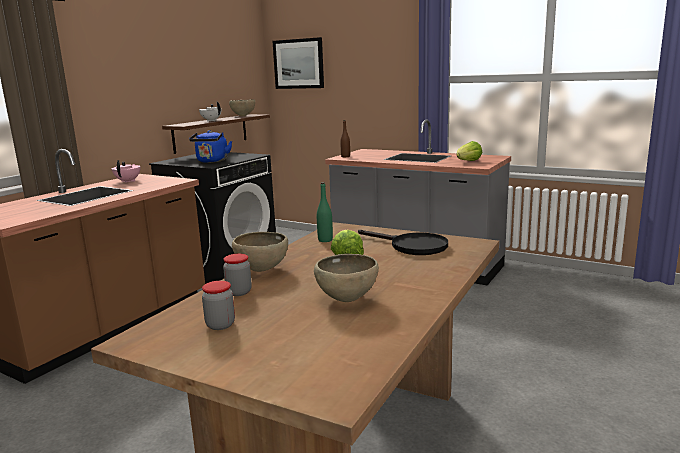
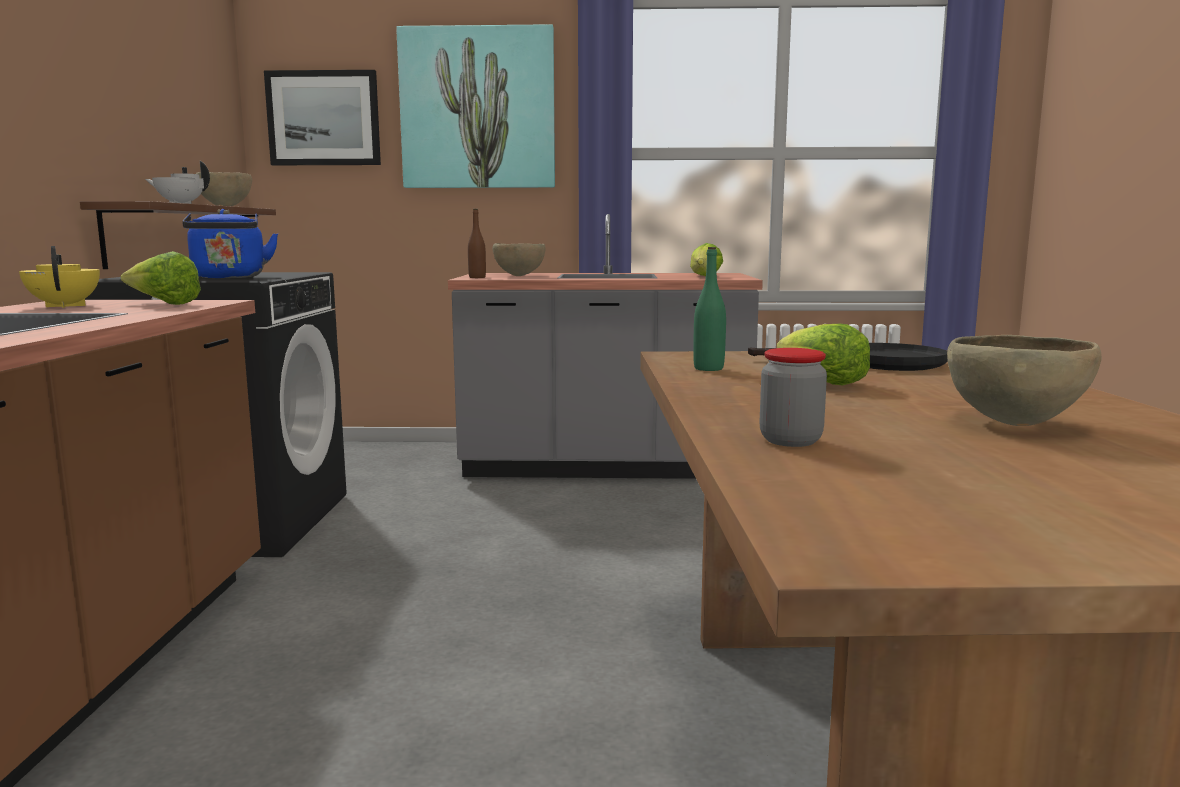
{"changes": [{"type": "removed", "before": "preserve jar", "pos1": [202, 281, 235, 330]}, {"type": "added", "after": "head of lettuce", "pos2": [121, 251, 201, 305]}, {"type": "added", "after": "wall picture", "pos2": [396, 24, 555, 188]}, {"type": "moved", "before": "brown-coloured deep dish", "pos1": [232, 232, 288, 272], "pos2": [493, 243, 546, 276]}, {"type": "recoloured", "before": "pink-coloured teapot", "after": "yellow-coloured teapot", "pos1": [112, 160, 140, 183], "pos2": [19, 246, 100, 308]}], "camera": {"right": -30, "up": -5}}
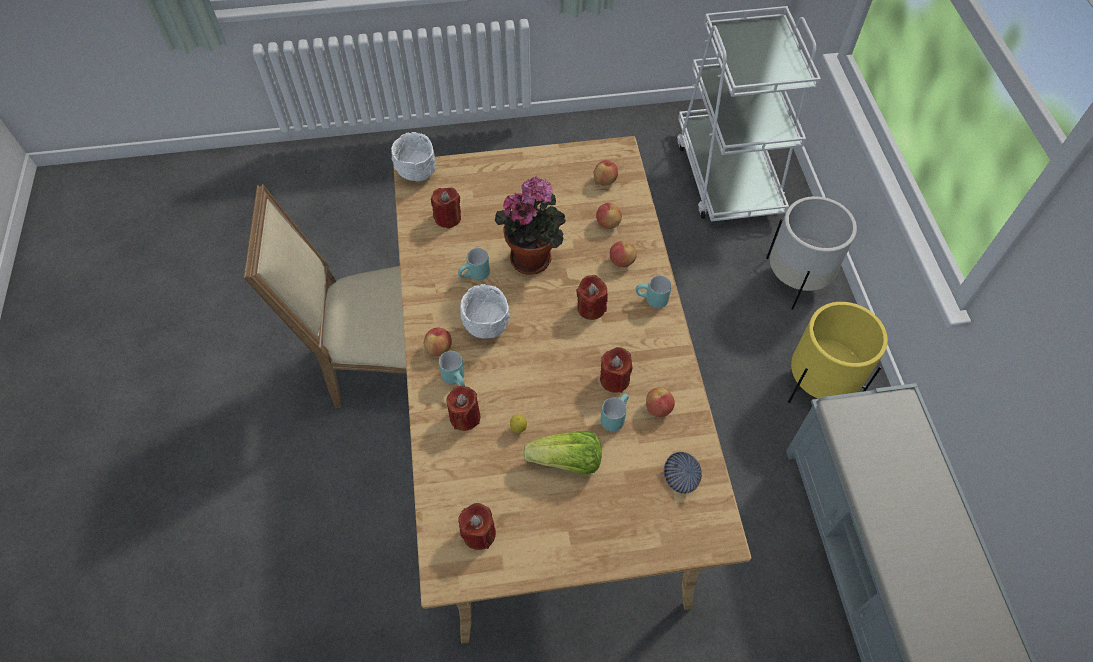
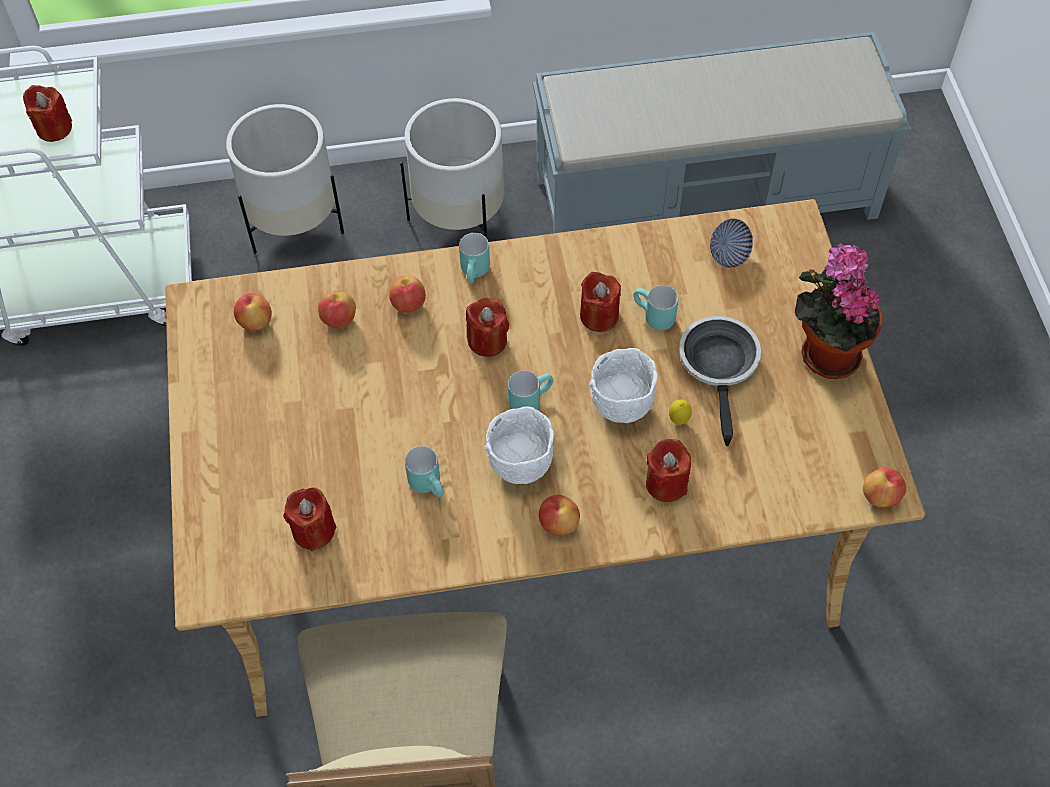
{"changes": [{"type": "moved", "before": "white deep dish", "pos1": [391, 132, 436, 182], "pos2": [588, 348, 657, 423]}, {"type": "moved", "before": "turquoise-coloured coffee mug", "pos1": [439, 351, 465, 386], "pos2": [508, 371, 553, 410]}, {"type": "moved", "before": "reddish candle", "pos1": [458, 503, 496, 550], "pos2": [23, 85, 72, 142]}, {"type": "moved", "before": "plant in a pot", "pos1": [495, 176, 566, 275], "pos2": [795, 243, 883, 379]}, {"type": "moved", "before": "whole apple", "pos1": [646, 387, 675, 417], "pos2": [863, 468, 906, 507]}, {"type": "replaced", "before": "head of lettuce", "after": "frying pan", "pos1": [523, 431, 602, 475], "pos2": [679, 316, 761, 446]}, {"type": "recoloured", "before": "yellow-coloured flower pot", "after": "white flower pot", "pos1": [788, 302, 888, 403], "pos2": [400, 98, 504, 238]}], "camera": {"right": -90, "up": 0}}
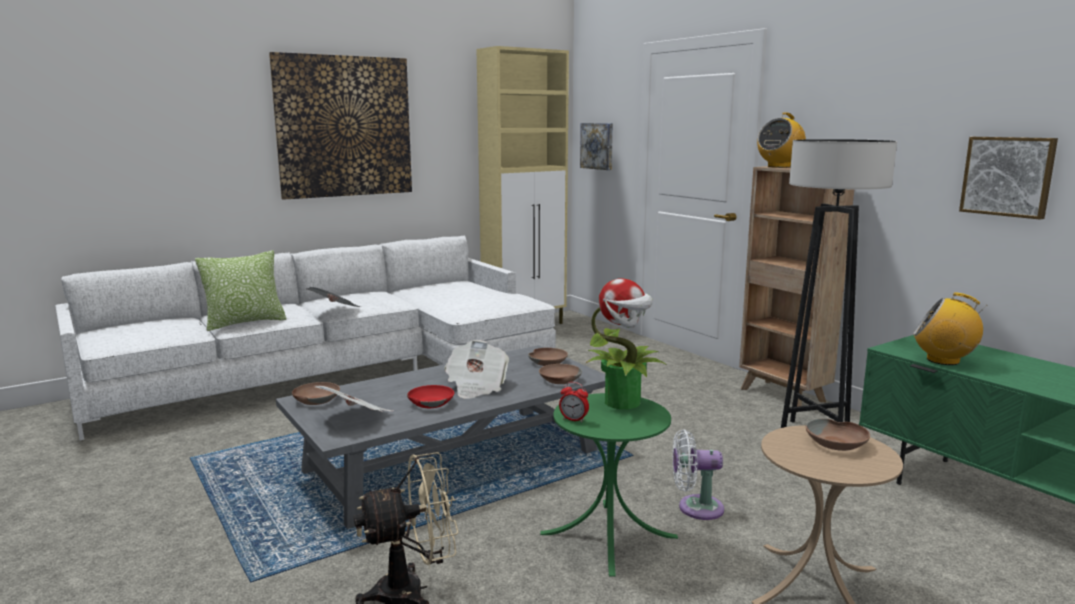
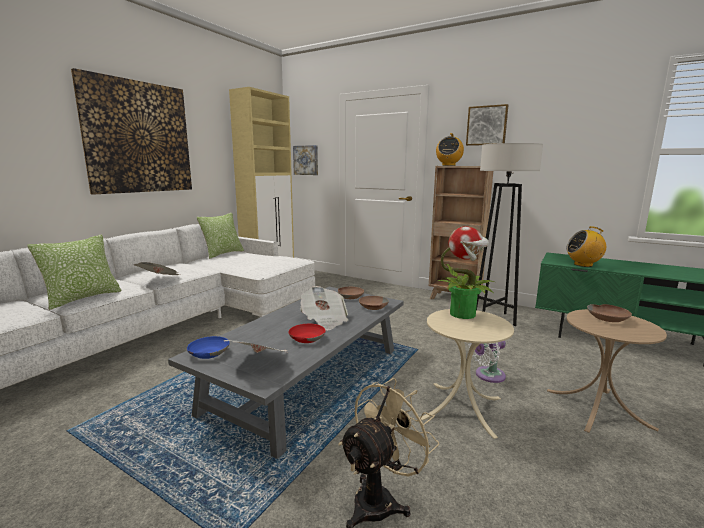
{"changes": [{"type": "removed", "before": "table clock", "pos1": [559, 382, 589, 423]}, {"type": "added", "after": "throw pillow", "pos2": [197, 213, 244, 259]}, {"type": "moved", "before": "wall picture", "pos1": [959, 137, 1058, 219], "pos2": [466, 104, 509, 146]}, {"type": "recoloured", "before": "brown-coloured deep dish", "after": "blue-coloured deep dish", "pos1": [292, 382, 340, 405], "pos2": [187, 336, 230, 359]}, {"type": "recoloured", "before": "green-coloured end table", "after": "sand-coloured end table", "pos1": [540, 393, 678, 577], "pos2": [421, 309, 514, 439]}], "camera": {"right": -25, "up": 0}}
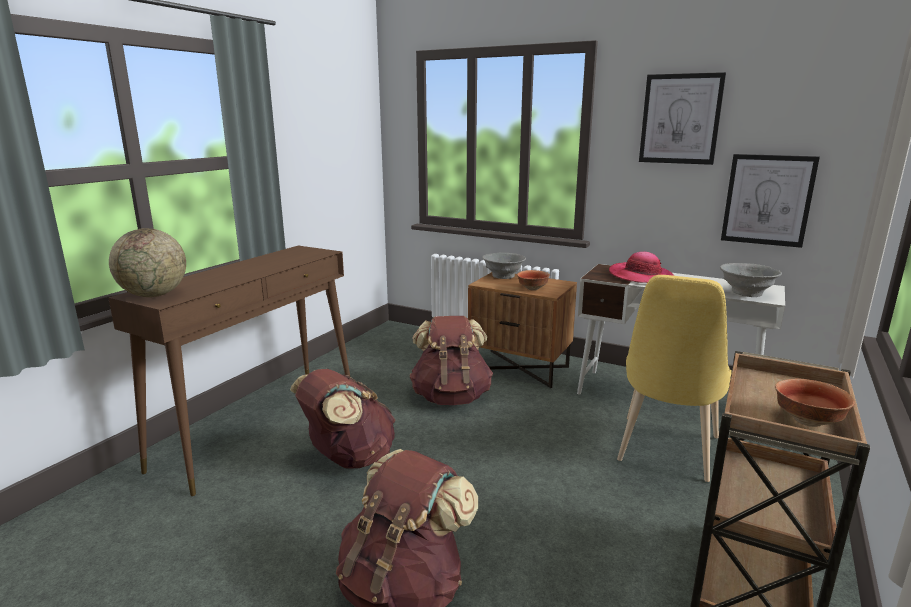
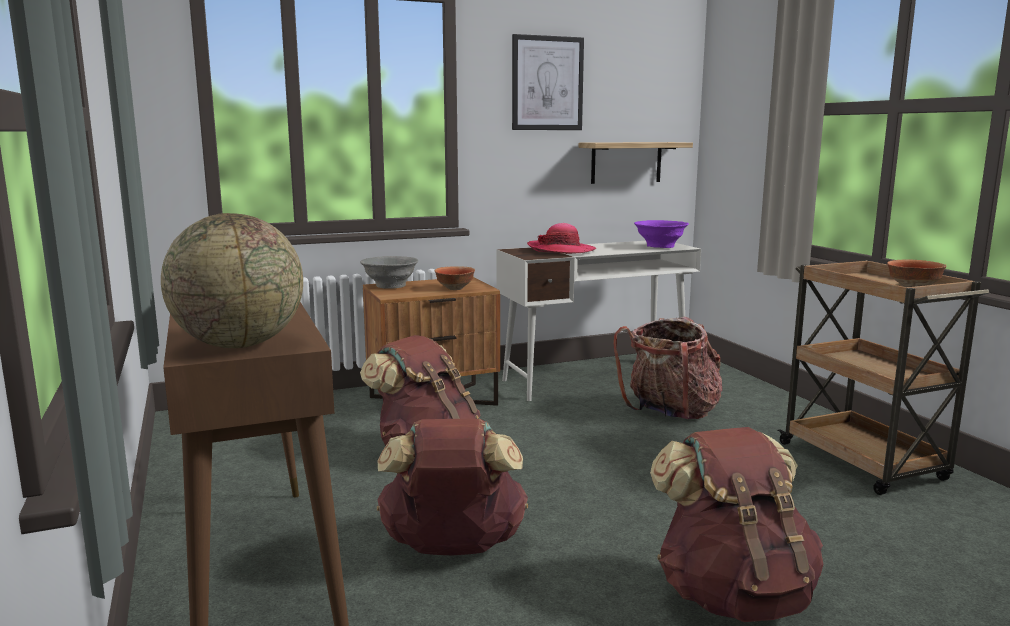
{"changes": [{"type": "replaced", "before": "yellow-coloured plain chair", "after": "knapsack", "pos1": [617, 275, 732, 482], "pos2": [613, 317, 722, 419]}, {"type": "replaced", "before": "wall picture", "after": "bracket shelf", "pos1": [721, 154, 820, 248], "pos2": [579, 142, 693, 184]}, {"type": "recoloured", "before": "gray deep dish", "after": "purple-coloured deep dish", "pos1": [720, 263, 782, 297], "pos2": [634, 220, 689, 248]}], "camera": {"right": -50, "up": -5}}
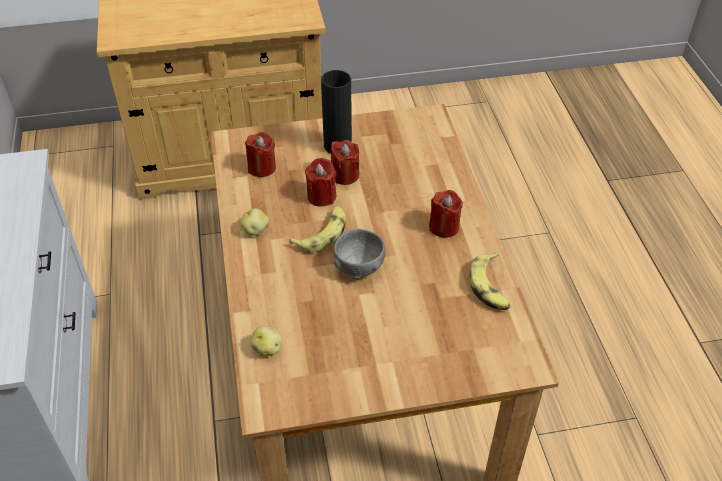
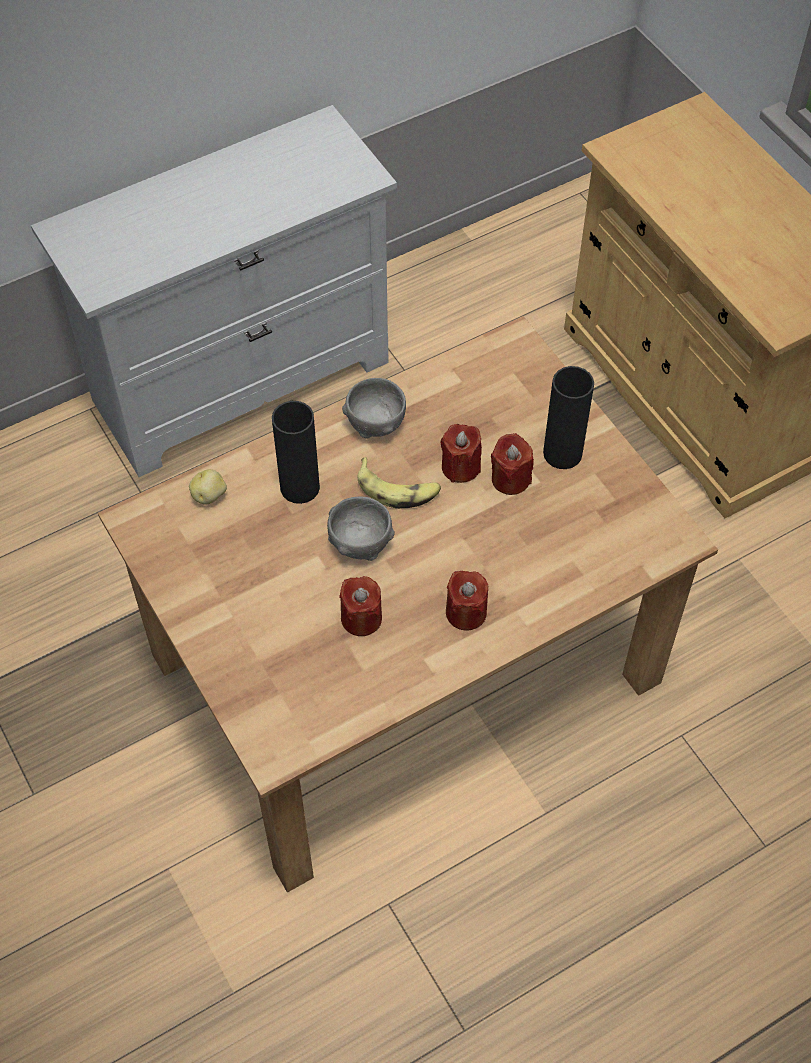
{"changes": [{"type": "removed", "before": "banana fruit", "pos1": [469, 252, 511, 310]}, {"type": "added", "after": "black vase", "pos2": [272, 401, 320, 504]}, {"type": "moved", "before": "reddish candle", "pos1": [245, 132, 276, 177], "pos2": [339, 576, 382, 636]}, {"type": "replaced", "before": "spud", "after": "gray deep dish", "pos1": [240, 208, 269, 236], "pos2": [342, 378, 406, 439]}], "camera": {"right": 70, "up": 10}}
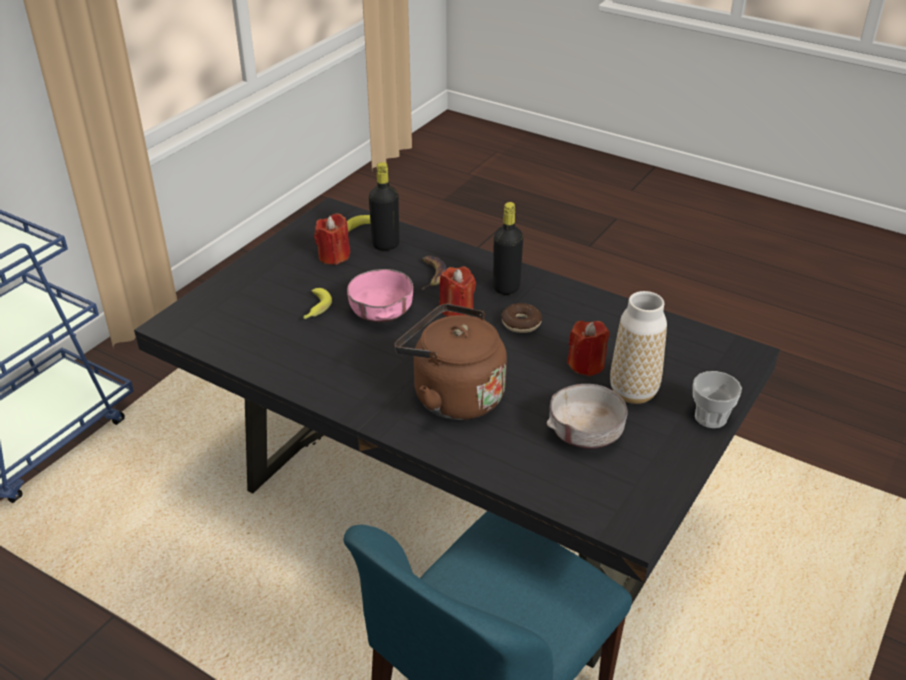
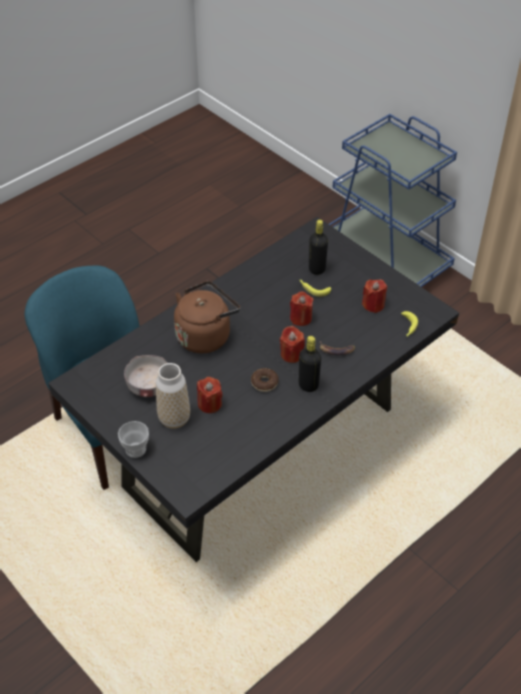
{"changes": [{"type": "moved", "before": "black drink bottle", "pos1": [369, 162, 399, 251], "pos2": [309, 219, 328, 275]}, {"type": "replaced", "before": "pink-coloured deep dish", "after": "reddish candle", "pos1": [347, 269, 413, 322], "pos2": [290, 291, 313, 326]}], "camera": {"right": 105, "up": 10}}
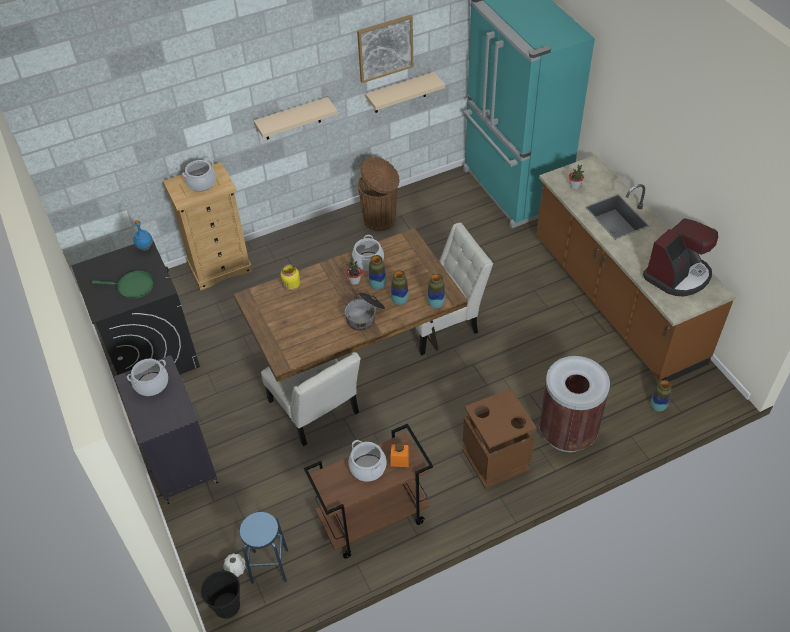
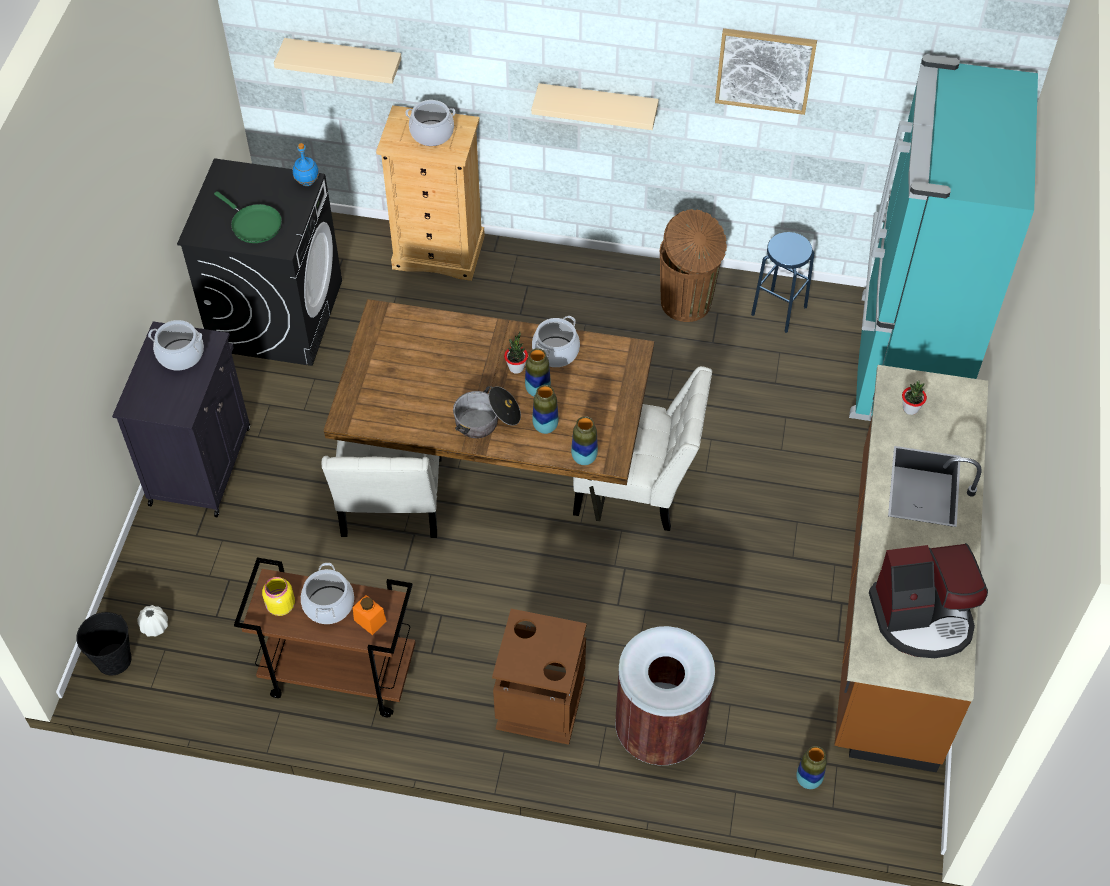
{"changes": [{"type": "moved", "before": "blue-coloured stool", "pos1": [239, 512, 288, 584], "pos2": [751, 232, 814, 333]}, {"type": "moved", "before": "yellow-coloured preserve jar", "pos1": [280, 265, 300, 291], "pos2": [262, 577, 295, 616]}, {"type": "moved", "before": "sand-coloured bracket shelf", "pos1": [365, 72, 445, 113], "pos2": [274, 38, 402, 84]}], "camera": {"right": 35, "up": 5}}
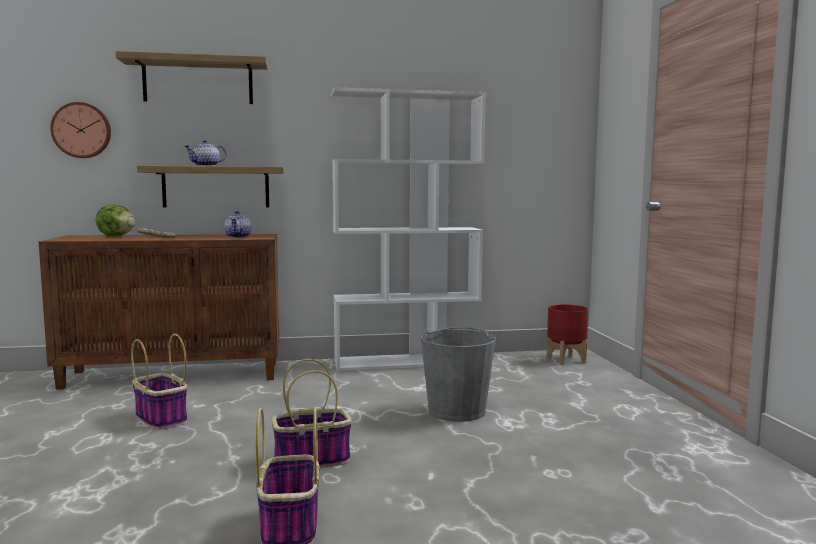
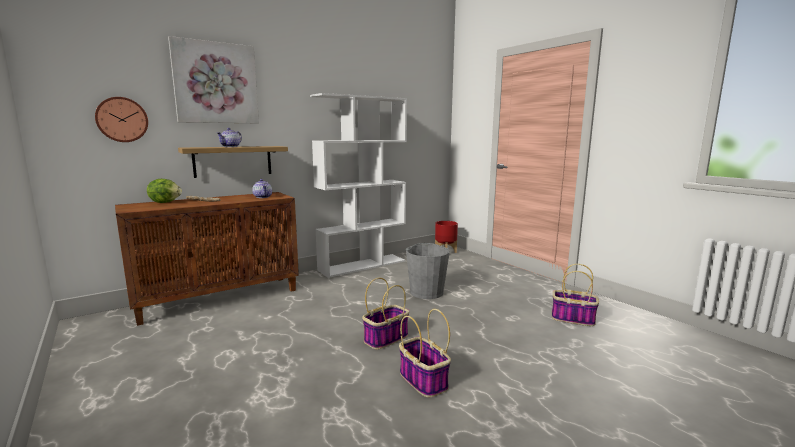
{"changes": [{"type": "moved", "before": "basket", "pos1": [131, 334, 187, 430], "pos2": [552, 264, 599, 326]}, {"type": "replaced", "before": "bracket shelf", "after": "wall picture", "pos1": [115, 51, 268, 104], "pos2": [168, 36, 259, 123]}], "camera": {"right": -25, "up": 5}}
